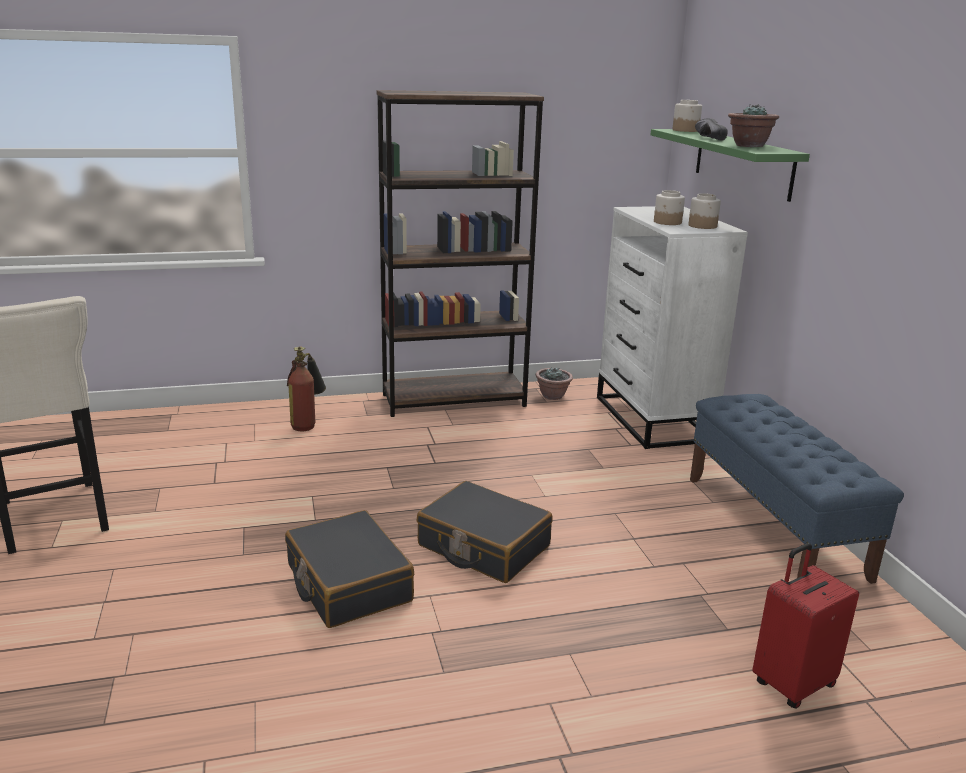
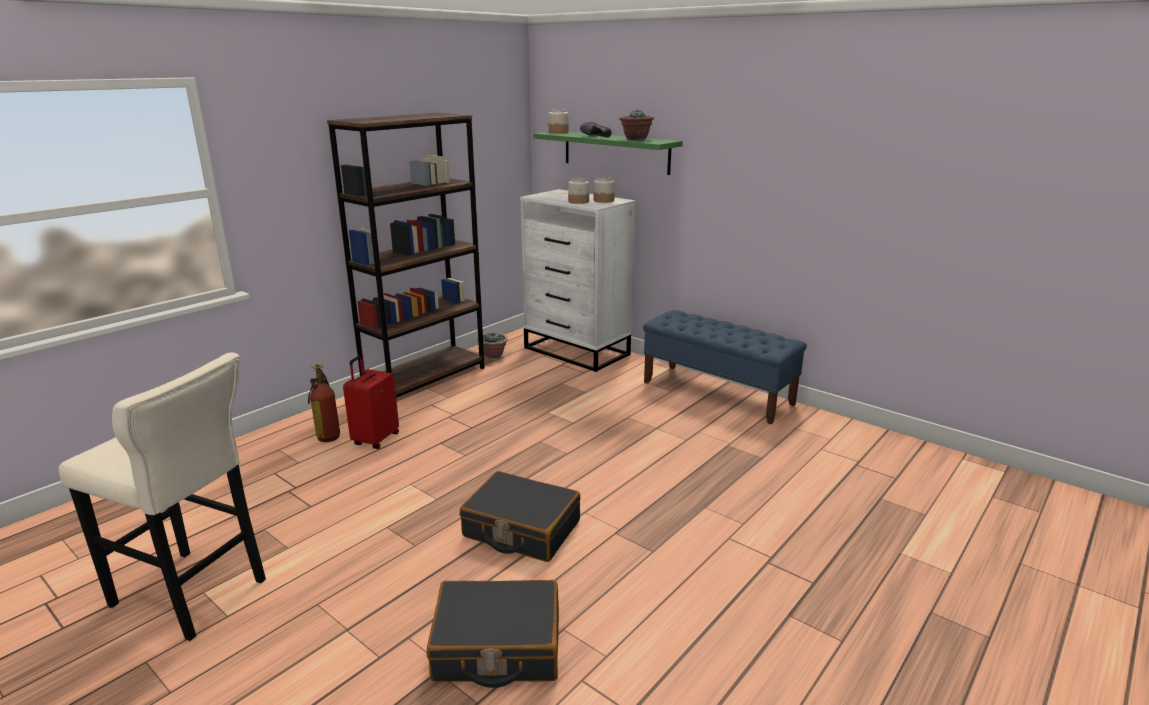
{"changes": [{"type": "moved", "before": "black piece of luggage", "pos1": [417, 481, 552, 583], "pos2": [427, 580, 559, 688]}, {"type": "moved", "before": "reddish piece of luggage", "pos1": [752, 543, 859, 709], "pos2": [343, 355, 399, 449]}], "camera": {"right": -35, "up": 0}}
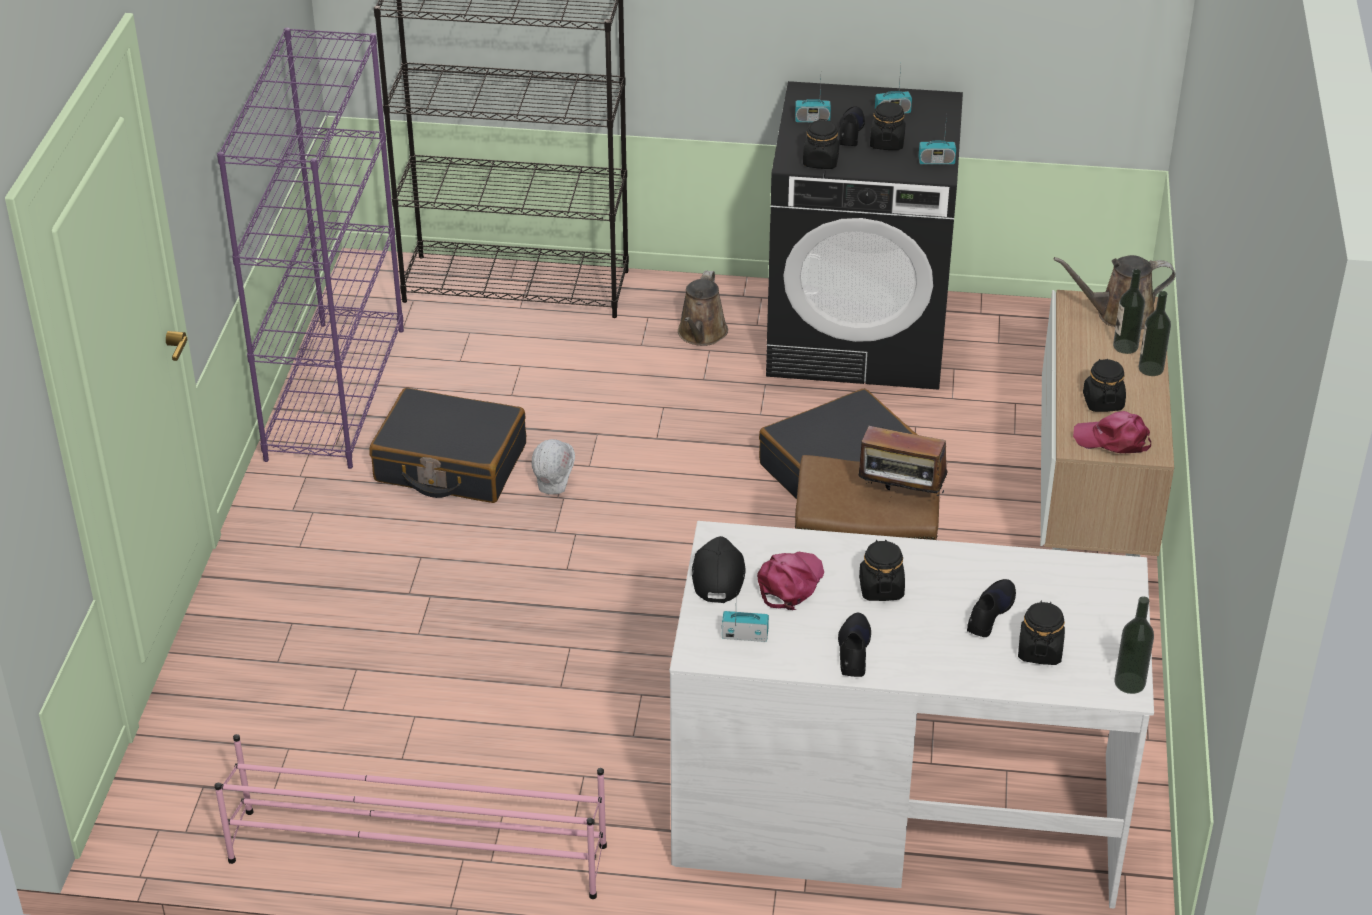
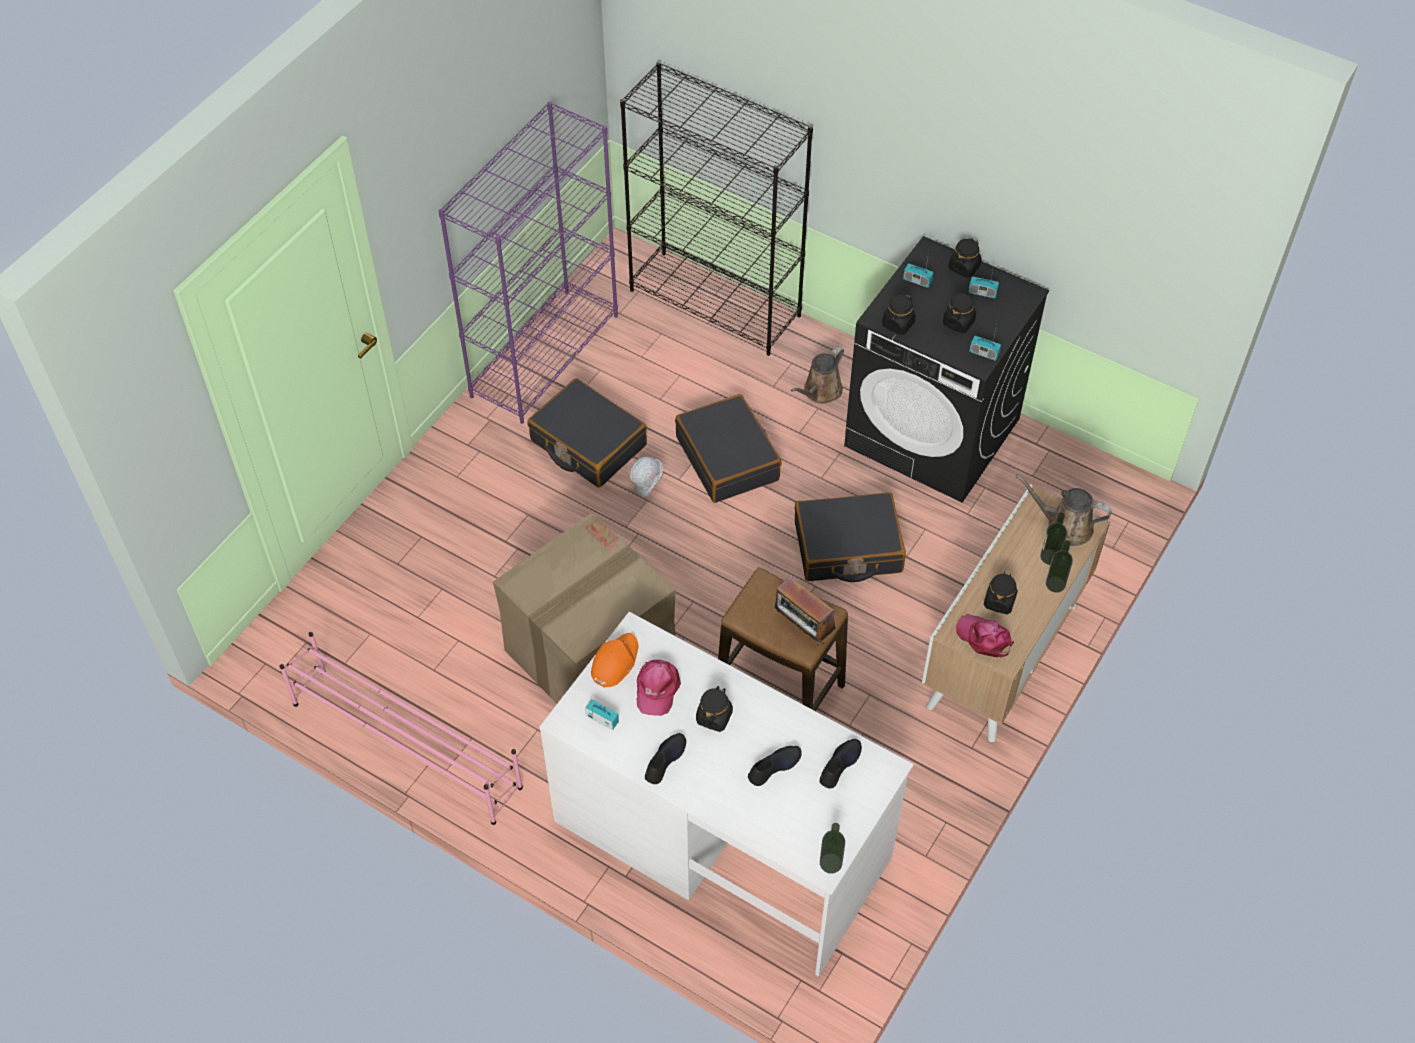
{"changes": [{"type": "added", "after": "cardboard box", "pos2": [493, 512, 676, 704]}, {"type": "added", "after": "black piece of luggage", "pos2": [675, 394, 782, 503]}, {"type": "moved", "before": "black low shoe", "pos1": [839, 106, 865, 146], "pos2": [819, 739, 862, 789]}, {"type": "moved", "before": "black preserve jar", "pos1": [1018, 601, 1065, 665], "pos2": [949, 238, 982, 278]}, {"type": "recoloured", "before": "black cap", "after": "orange-coloured cap", "pos1": [692, 536, 746, 603], "pos2": [591, 633, 639, 688]}, {"type": "turned", "before": "pink-coloured cap", "pos1": [757, 551, 824, 610], "pos2": [637, 660, 681, 716], "turn": 135}], "camera": {"right": 25, "up": 15}}
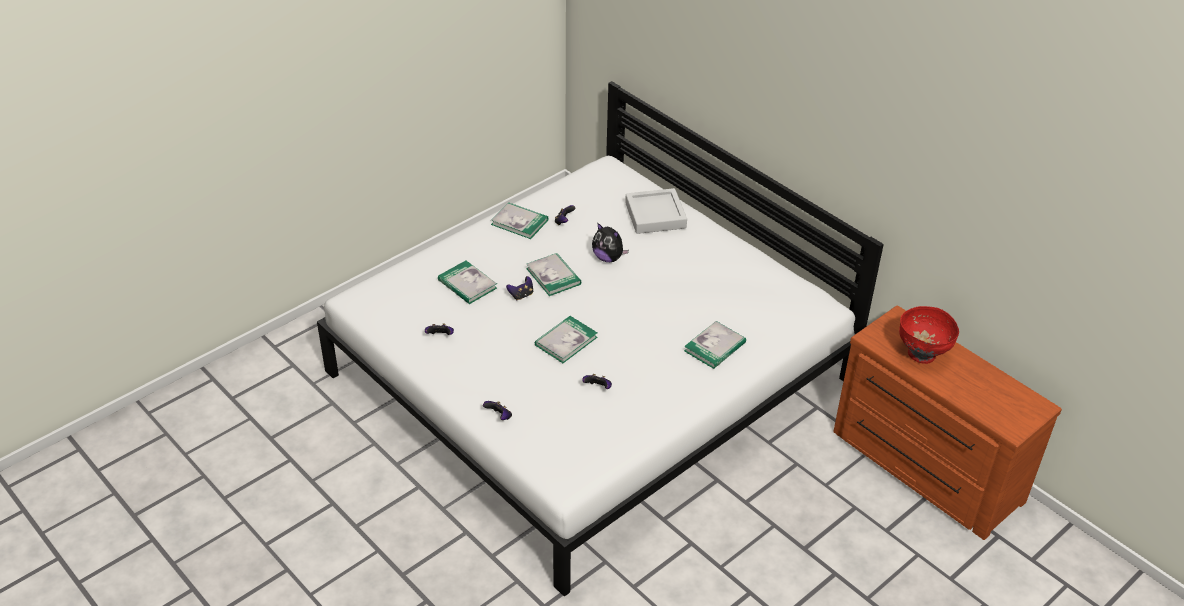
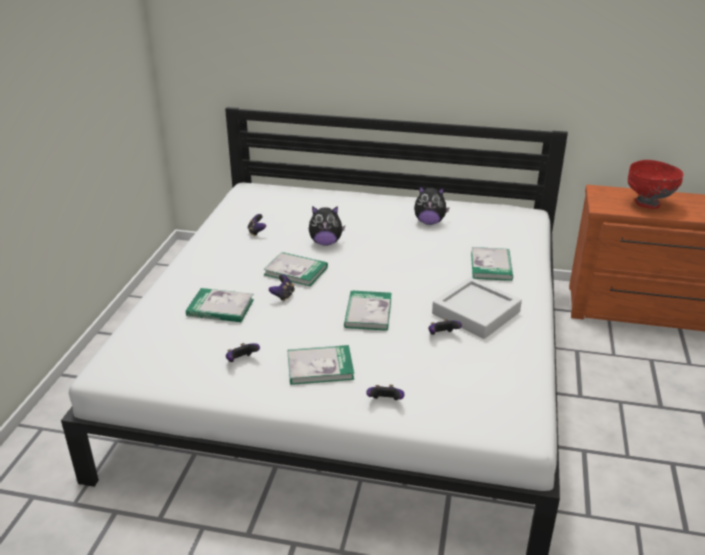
{"changes": [{"type": "added", "after": "soft toy", "pos2": [414, 186, 450, 225]}, {"type": "moved", "before": "volume", "pos1": [491, 202, 548, 239], "pos2": [288, 345, 354, 385]}, {"type": "moved", "before": "gray carrying tray", "pos1": [625, 188, 687, 234], "pos2": [432, 277, 522, 339]}], "camera": {"right": -35, "up": -10}}
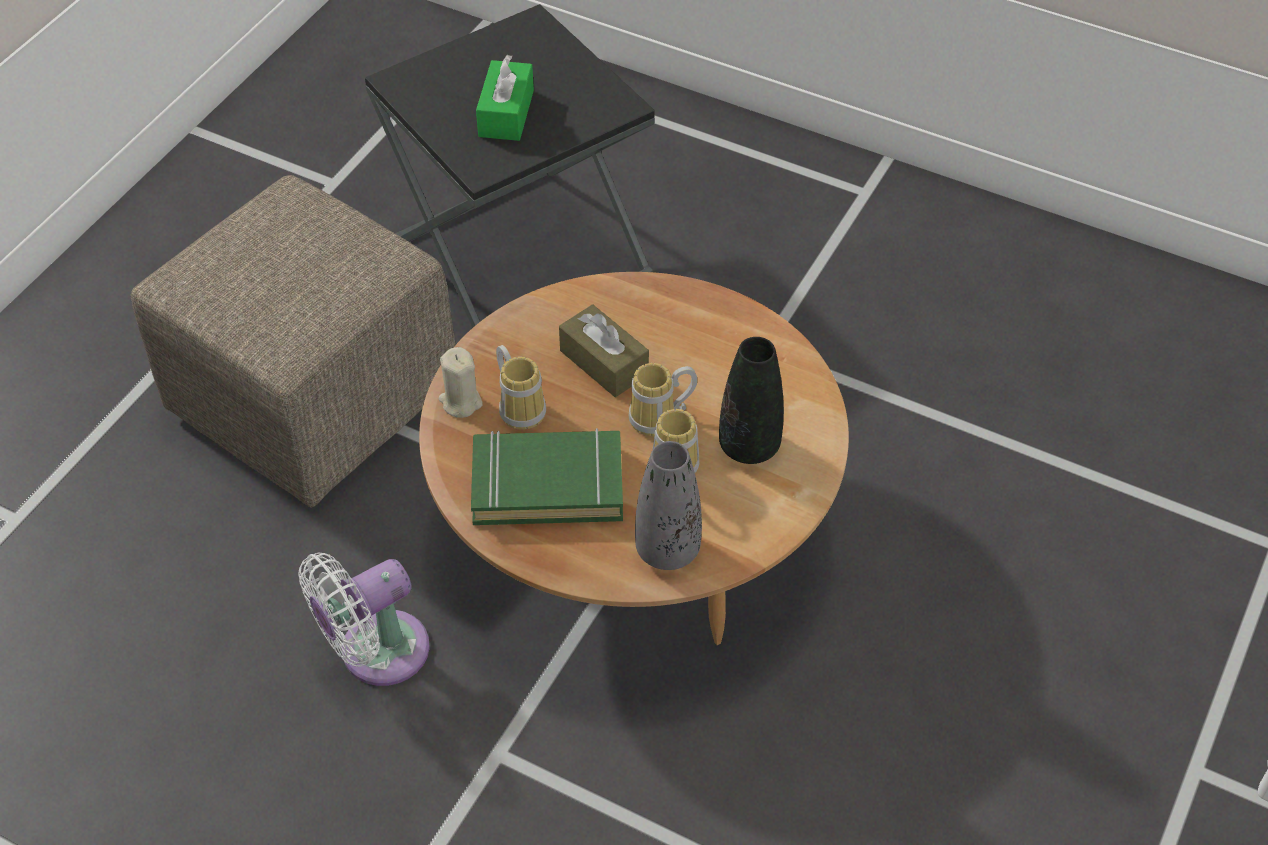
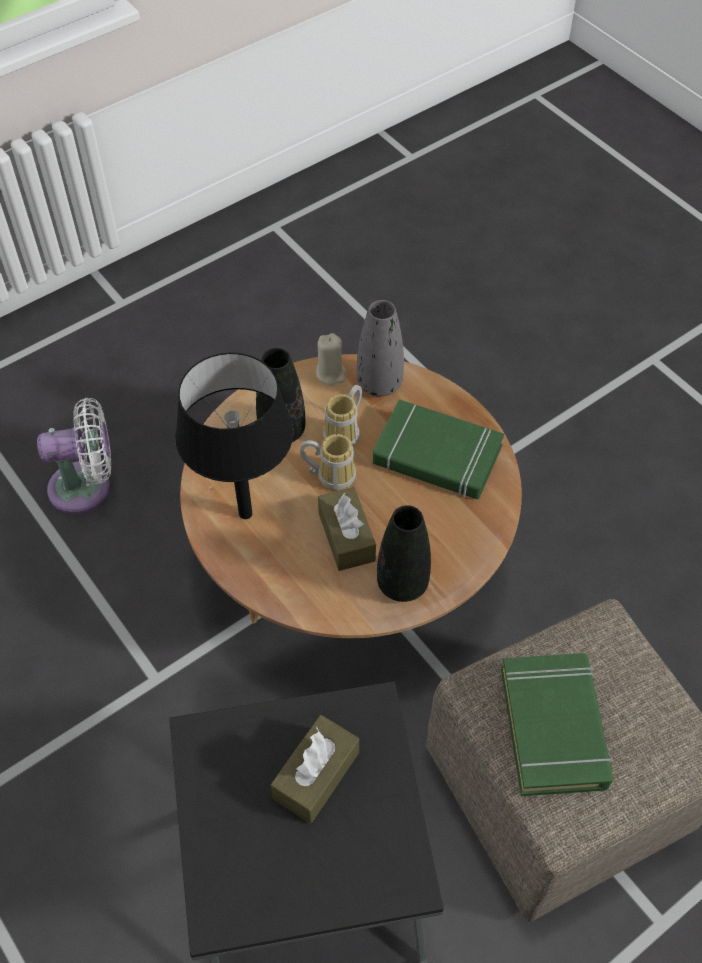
{"changes": [{"type": "removed", "before": "coffee mug", "pos1": [496, 345, 546, 430]}, {"type": "added", "after": "black tabletop lamp", "pos2": [175, 352, 294, 519]}, {"type": "added", "after": "black vase", "pos2": [377, 505, 431, 602]}, {"type": "added", "after": "green-coloured volume", "pos2": [501, 653, 613, 796]}, {"type": "moved", "before": "white electric fan", "pos1": [298, 552, 430, 686], "pos2": [37, 398, 111, 514]}, {"type": "moved", "before": "sand-coloured candle", "pos1": [439, 347, 483, 418], "pos2": [316, 333, 346, 386]}, {"type": "recoloured", "before": "green-coloured tissue box", "after": "brown-coloured tissue box", "pos1": [476, 55, 534, 141], "pos2": [271, 715, 359, 824]}], "camera": {"right": -155, "up": 5}}
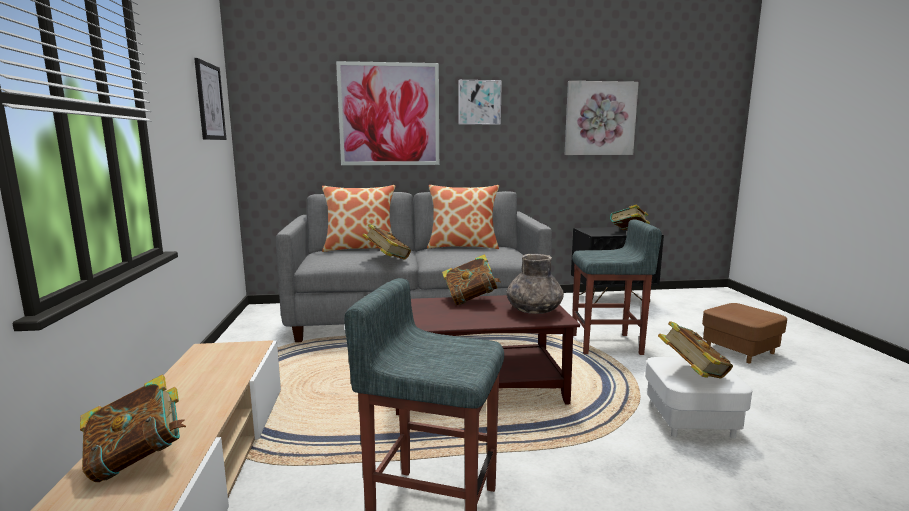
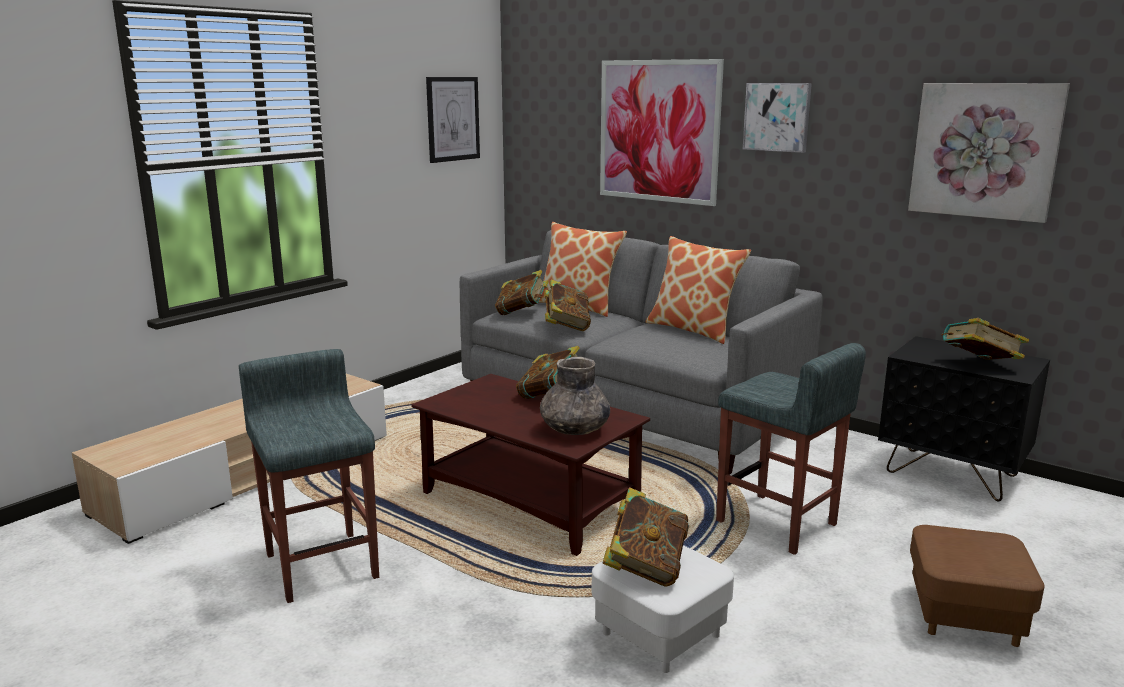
{"changes": [{"type": "moved", "before": "volume", "pos1": [80, 375, 186, 482], "pos2": [495, 270, 549, 315]}], "camera": {"right": 45, "up": 5}}
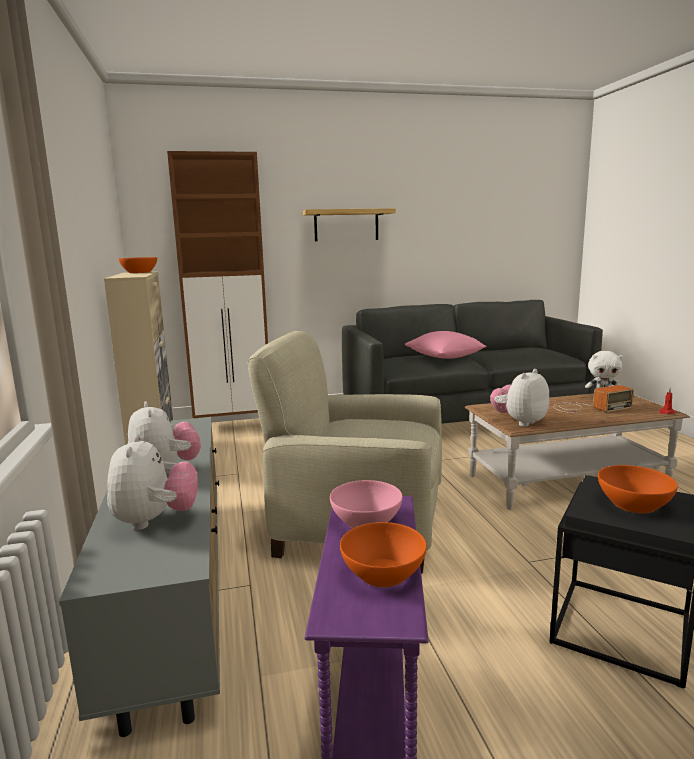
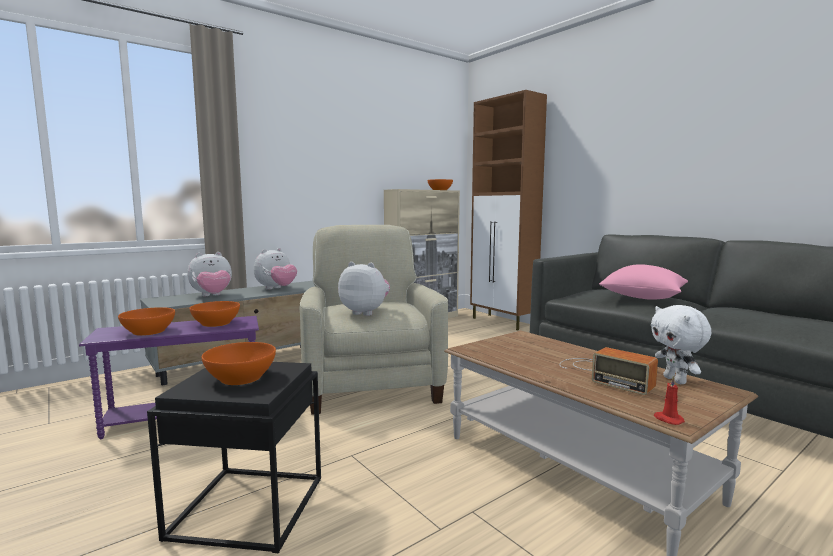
{"changes": [{"type": "removed", "before": "bracket shelf", "pos1": [303, 208, 396, 241]}, {"type": "moved", "before": "soft toy", "pos1": [490, 369, 550, 427], "pos2": [338, 262, 390, 316]}, {"type": "recoloured", "before": "pink-coloured deep dish", "after": "orange-coloured deep dish", "pos1": [330, 480, 402, 528], "pos2": [189, 301, 240, 327]}], "camera": {"right": 65, "up": -5}}
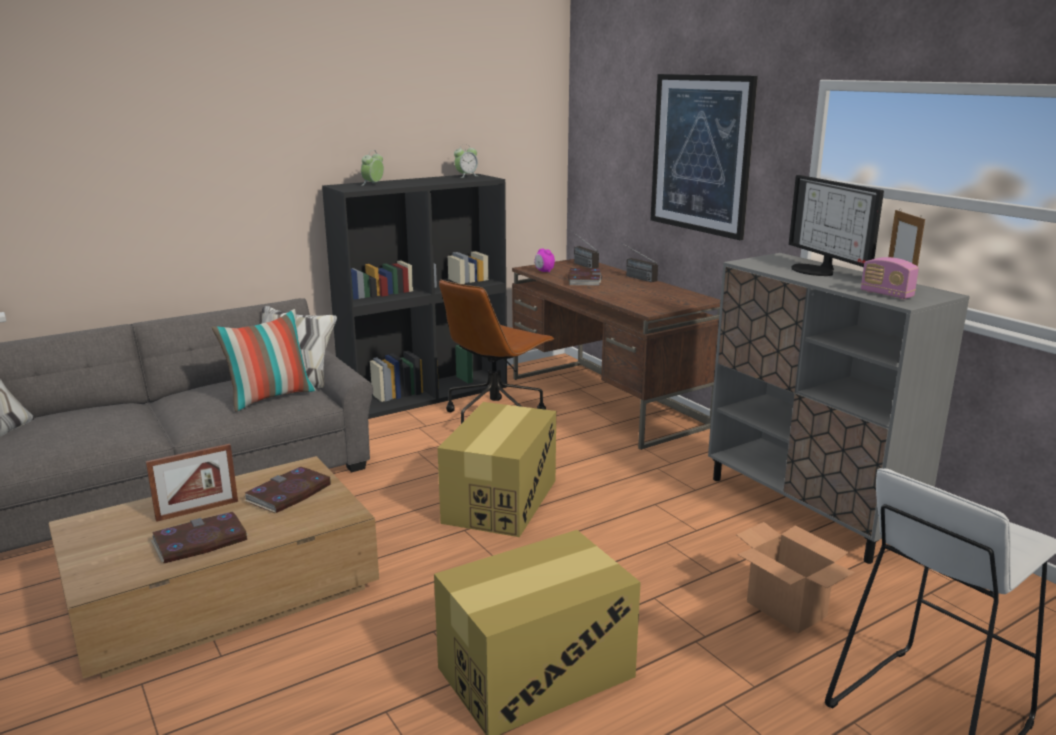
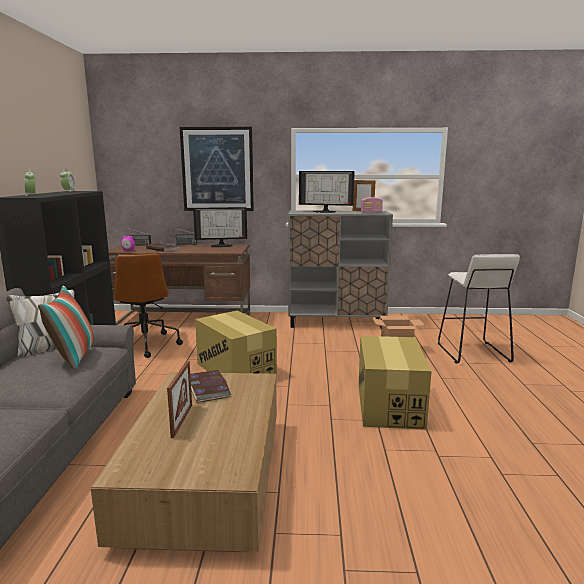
{"changes": [{"type": "removed", "before": "volume", "pos1": [151, 512, 248, 563]}, {"type": "added", "after": "computer display", "pos2": [193, 207, 247, 247]}], "camera": {"right": -55, "up": -5}}
